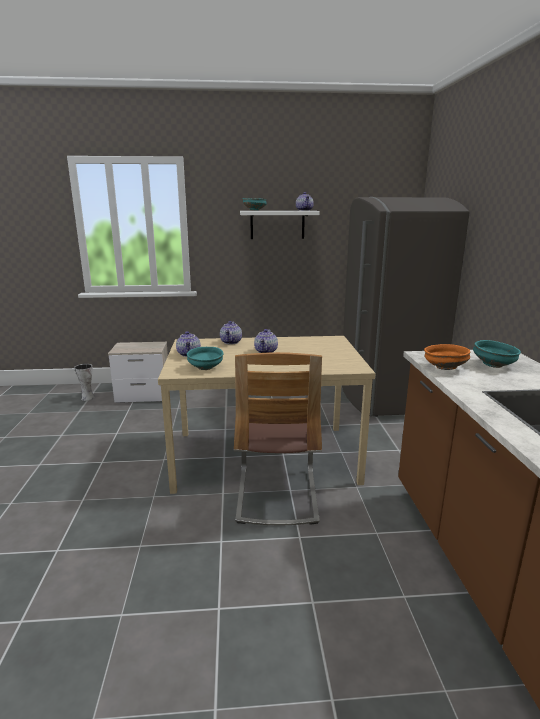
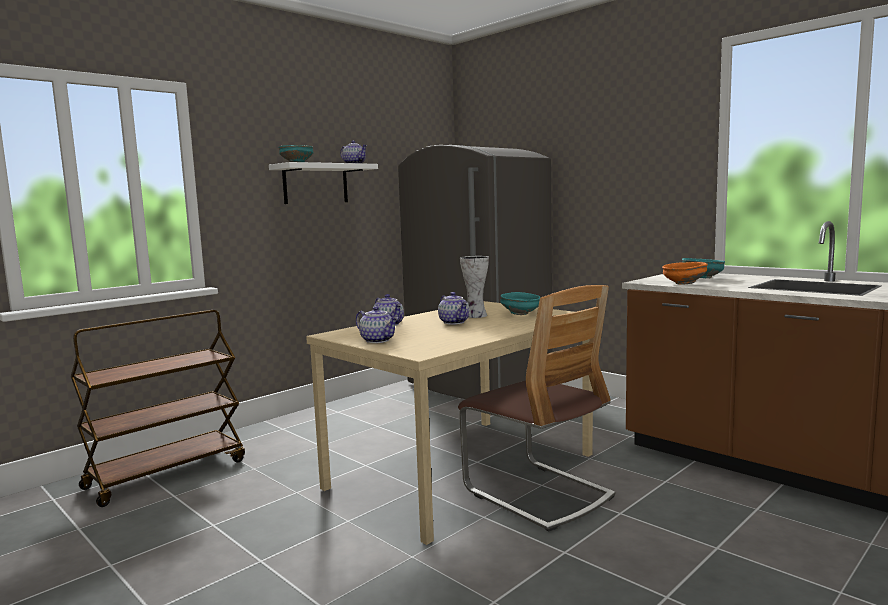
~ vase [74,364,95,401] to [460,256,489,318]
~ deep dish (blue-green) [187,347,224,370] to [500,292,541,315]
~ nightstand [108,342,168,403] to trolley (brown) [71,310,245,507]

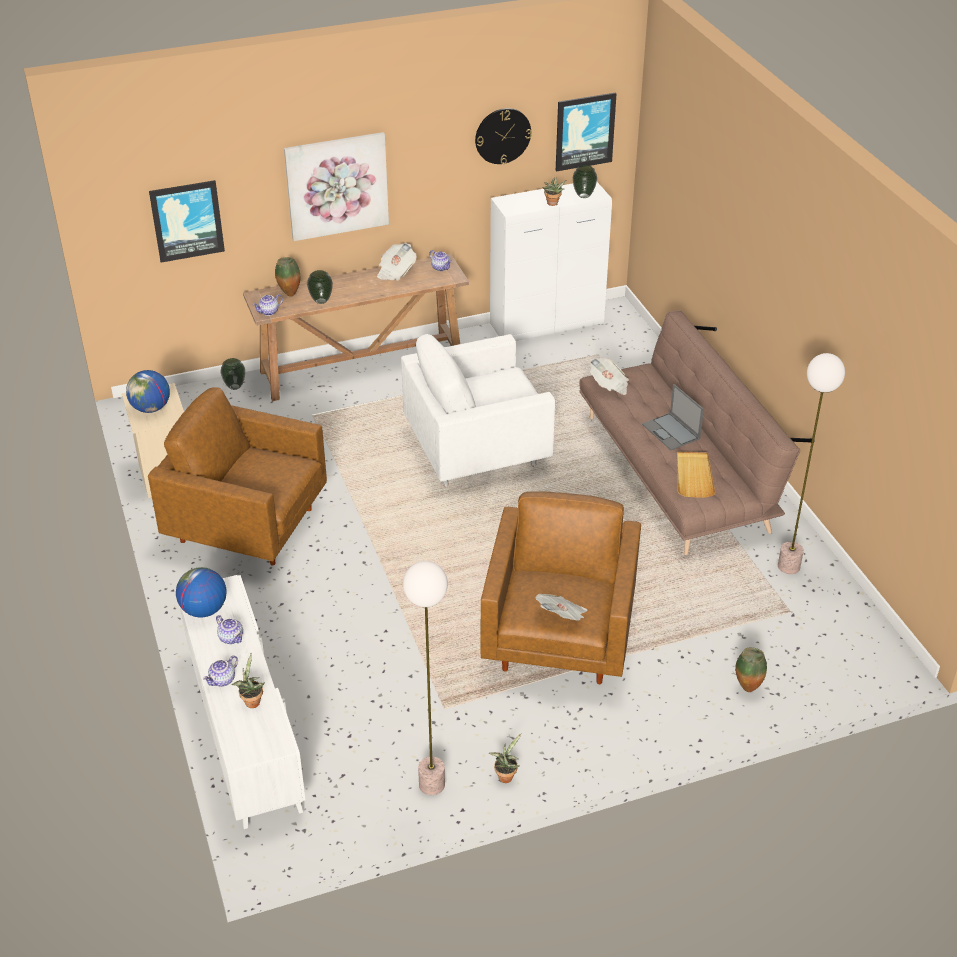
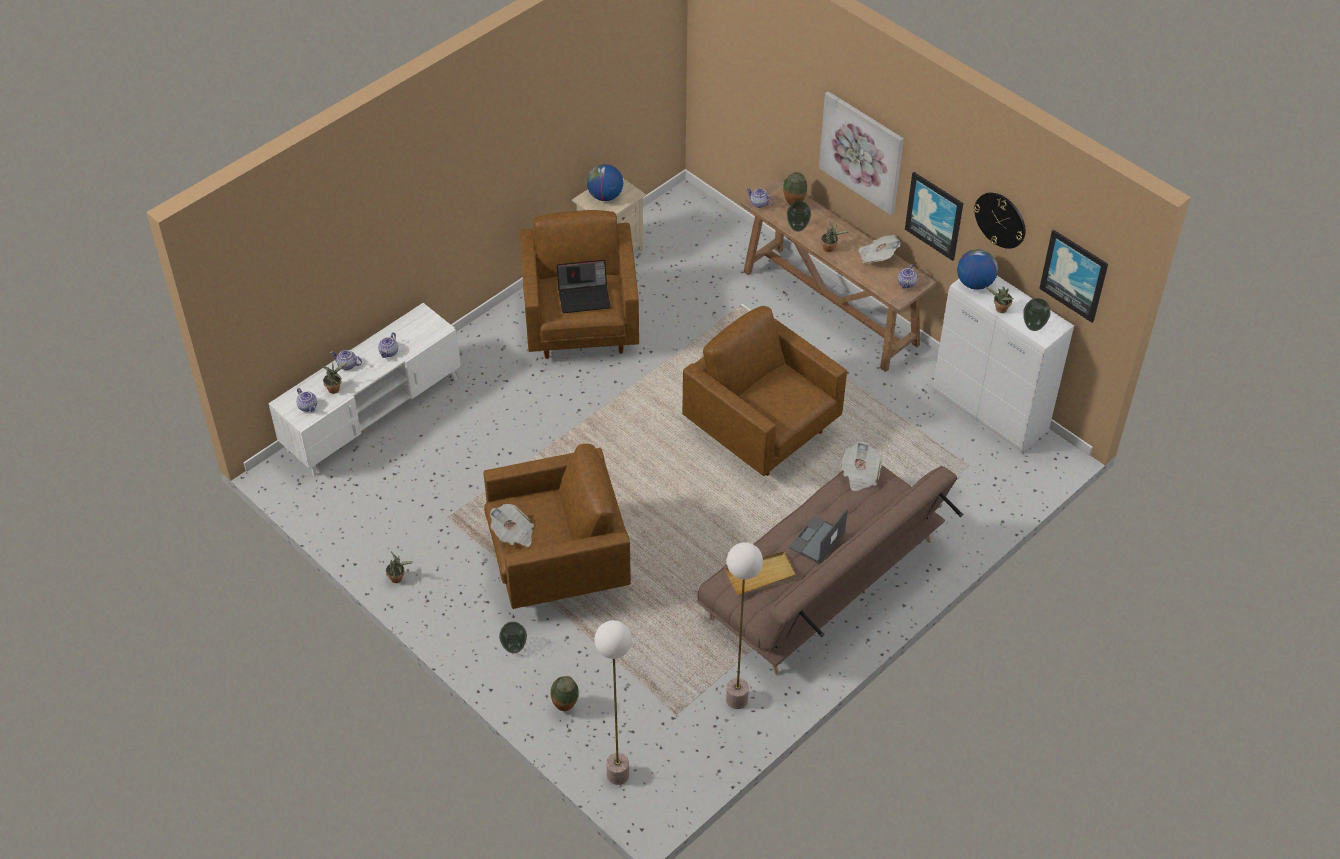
+ pot for tea [296,388,317,412]
+ laptop [556,260,610,313]
+ plant in a pot [821,221,849,252]
~ wall picture [149,180,225,263] to [905,172,963,261]
~ globe [176,567,227,618] to [957,249,998,290]
~ vase [221,358,245,390] to [499,622,527,653]
~ standing lamp [403,561,448,795] to [595,620,632,785]
~ armchair (whitish) [401,334,555,487] to armchair (brown) [682,306,847,476]

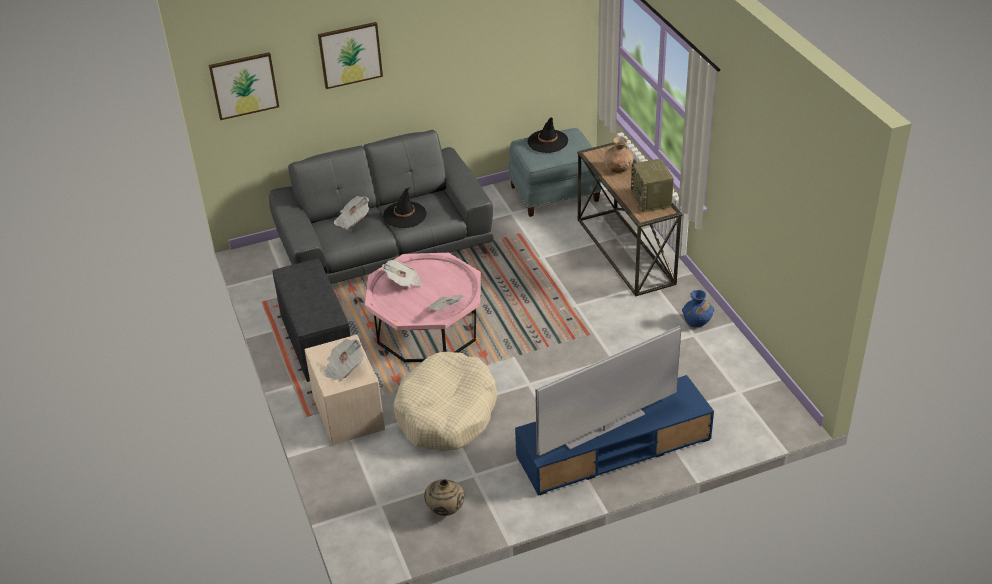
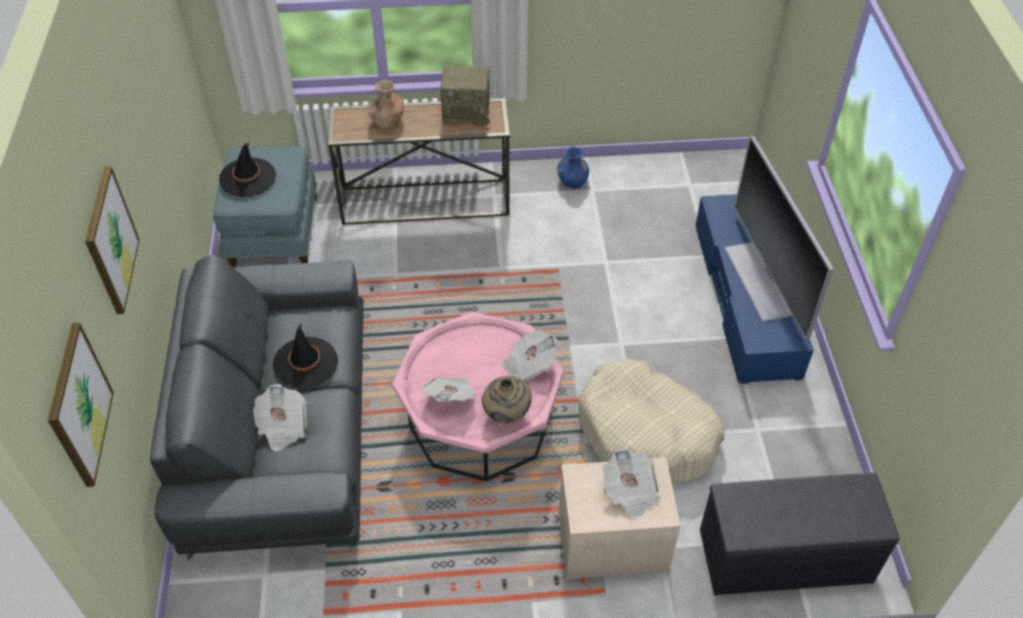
~ indoor bench (greyish) [272,259,350,382] to [700,473,900,595]
~ vase (sand-coloured) [424,479,464,516] to [482,376,532,423]

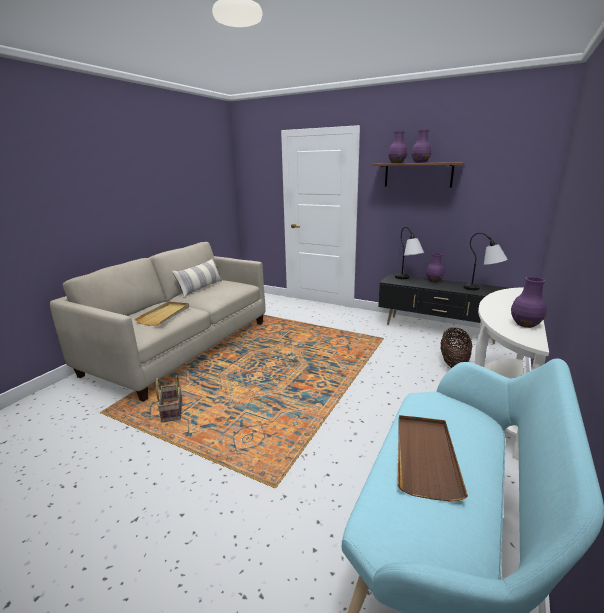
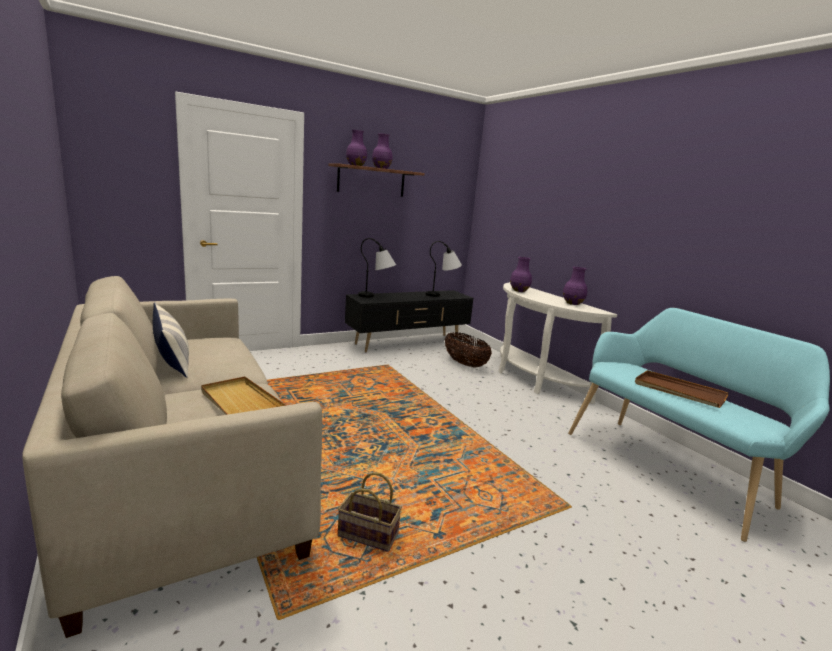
~ vase (purplish) [426,253,444,282] to [510,257,532,292]

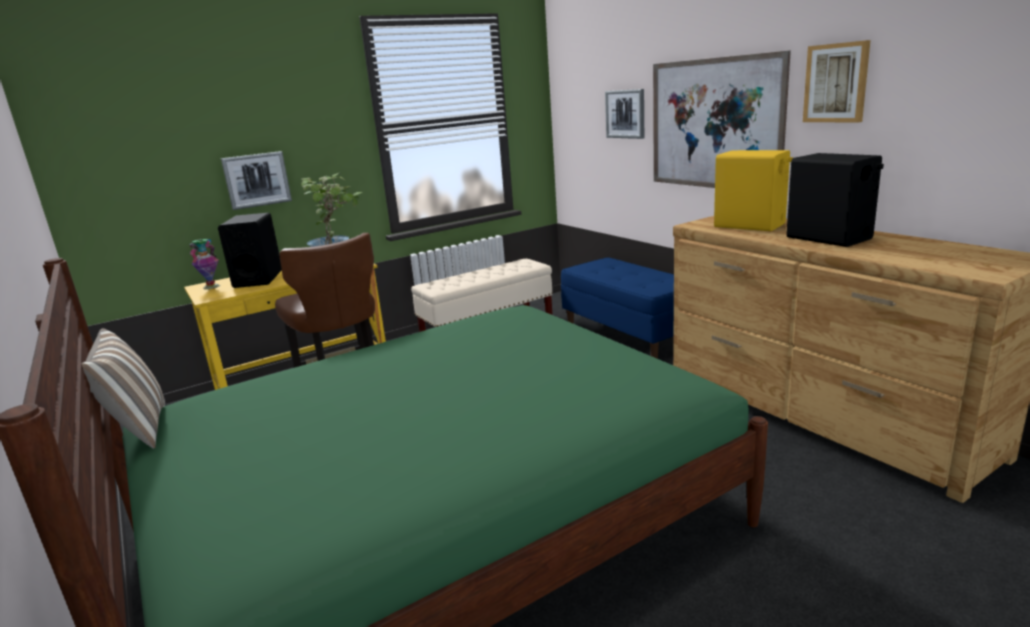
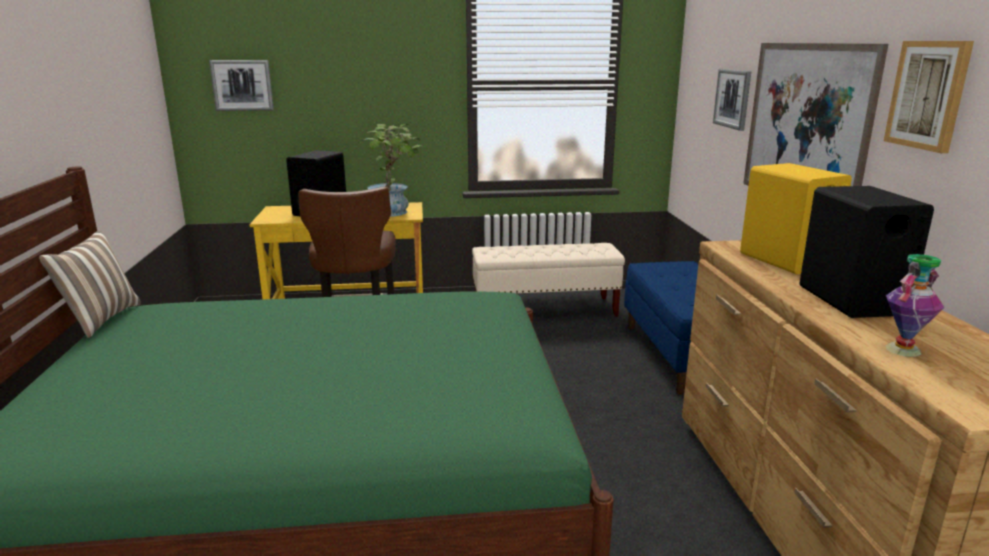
~ vase [190,239,220,289] to [886,254,945,357]
~ wall picture [221,151,292,210] to [209,60,274,111]

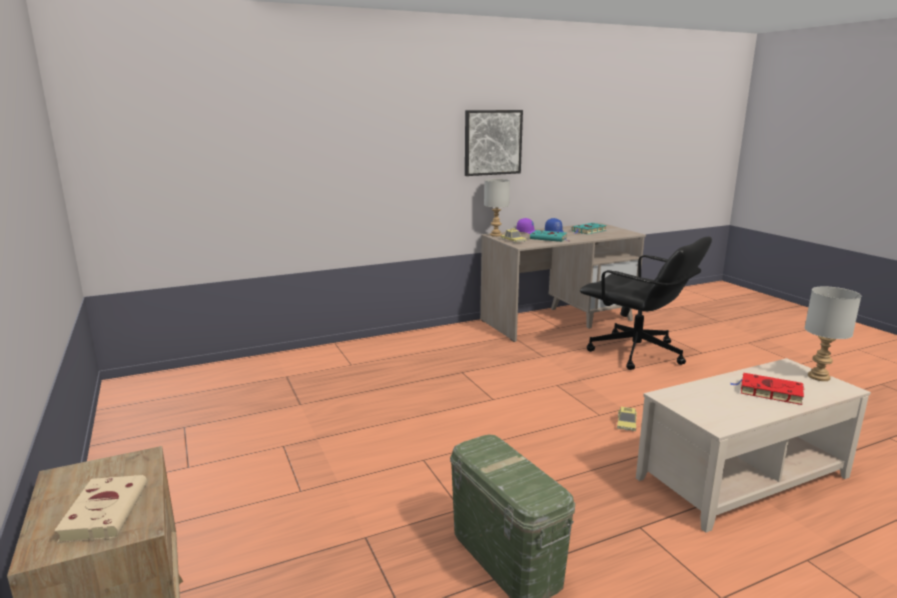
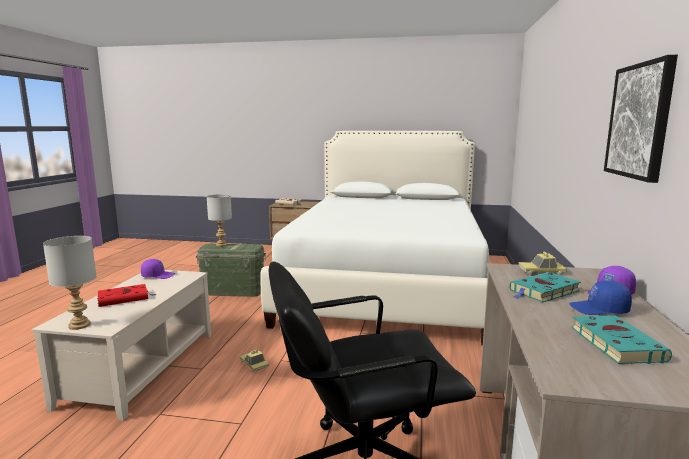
+ baseball cap (purplish) [141,259,175,279]
+ bed (whitish) [260,131,489,346]
~ tabletop lamp (greyish) [484,179,510,237] to [207,194,232,247]

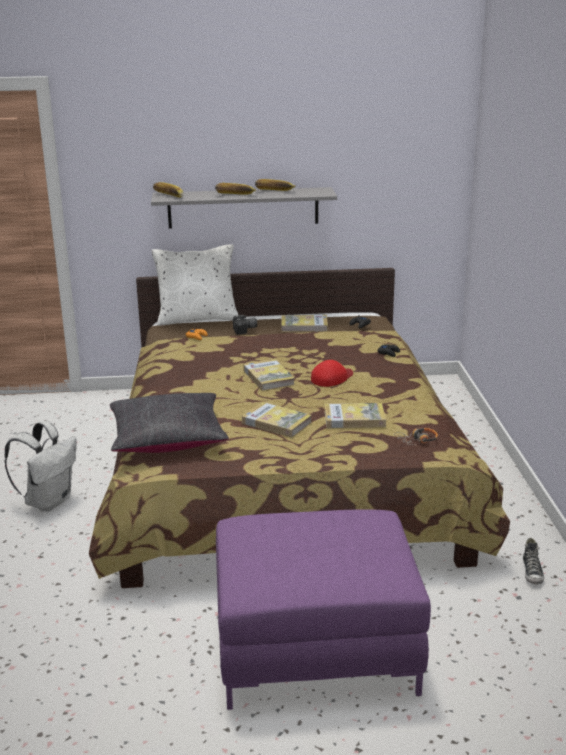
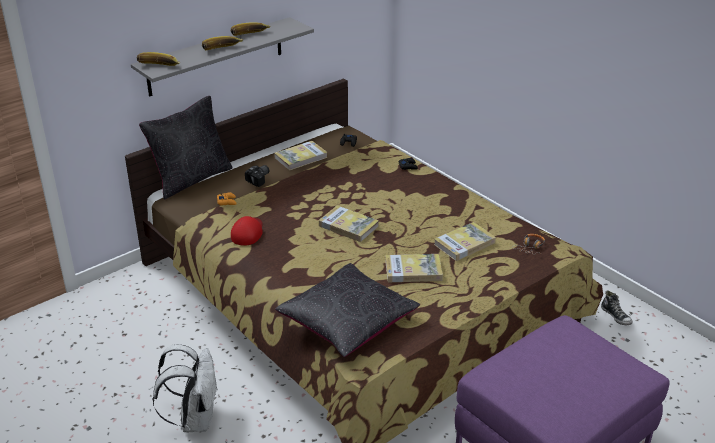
~ baseball cap (red-coloured) [311,360,353,387] to [231,216,263,245]
~ throw pillow (whitish) [151,244,238,326] to throw pillow (black-coloured) [139,96,233,200]

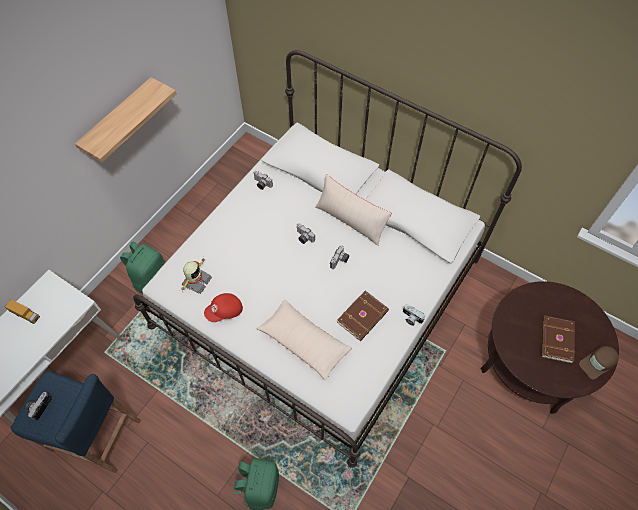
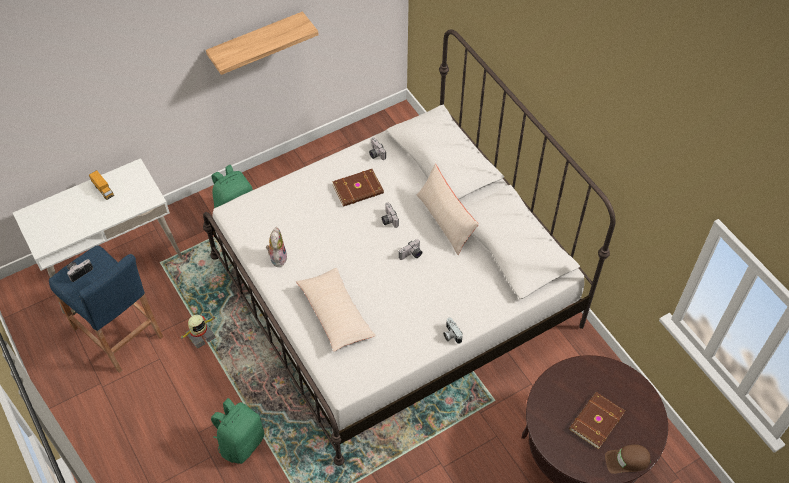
~ robot figure [181,259,212,294] to [178,315,216,349]
~ bound book (brown) [337,290,389,341] to [332,169,384,207]
~ baseball cap (red-coloured) [204,293,243,322] to soft toy [266,227,287,267]

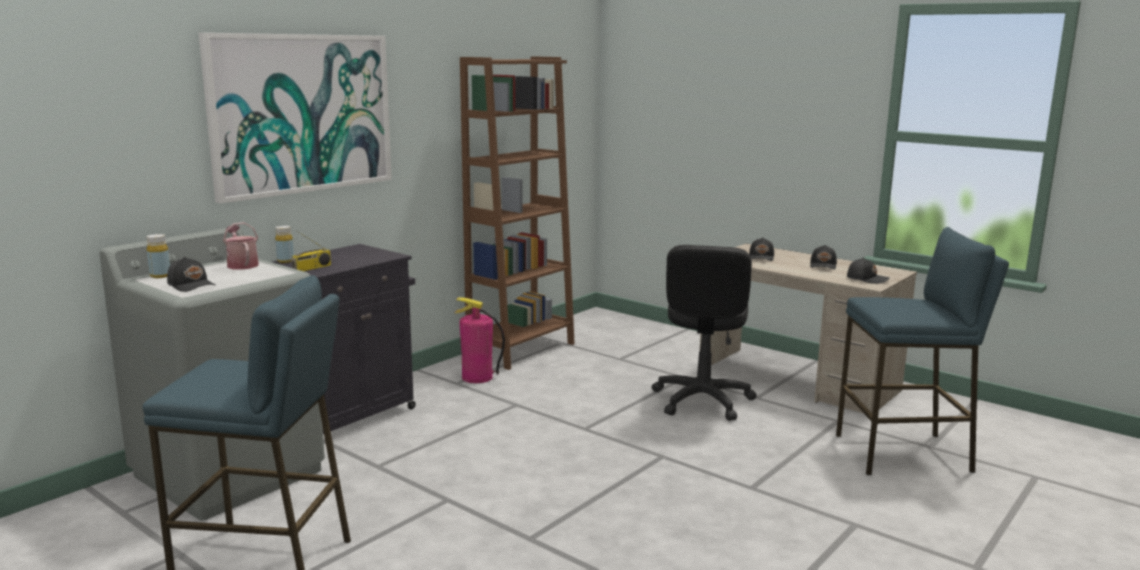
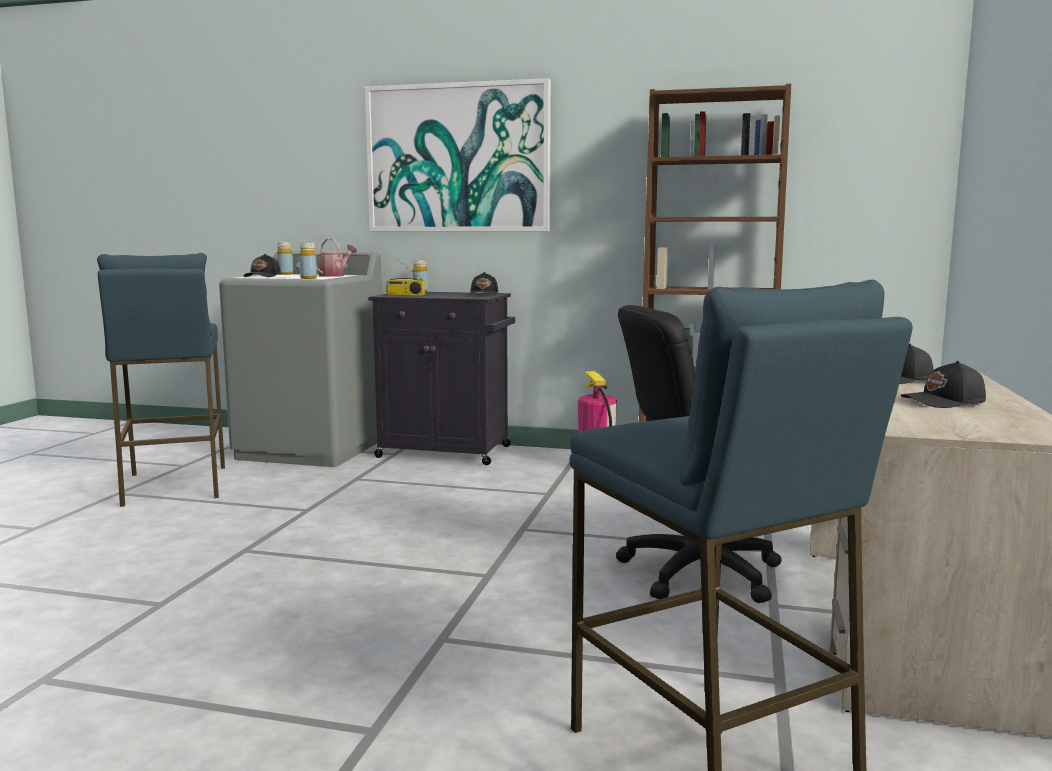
+ beverage bottle (yellowish) [299,243,317,279]
~ baseball cap (black-coloured) [847,258,890,284] to [469,272,498,295]

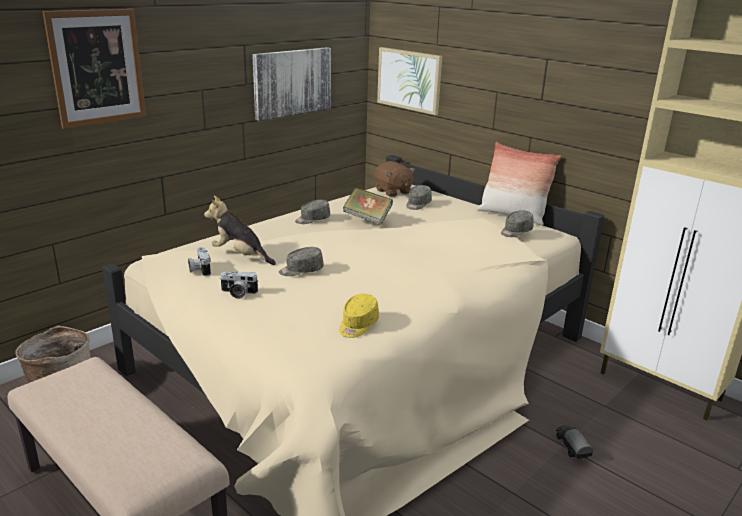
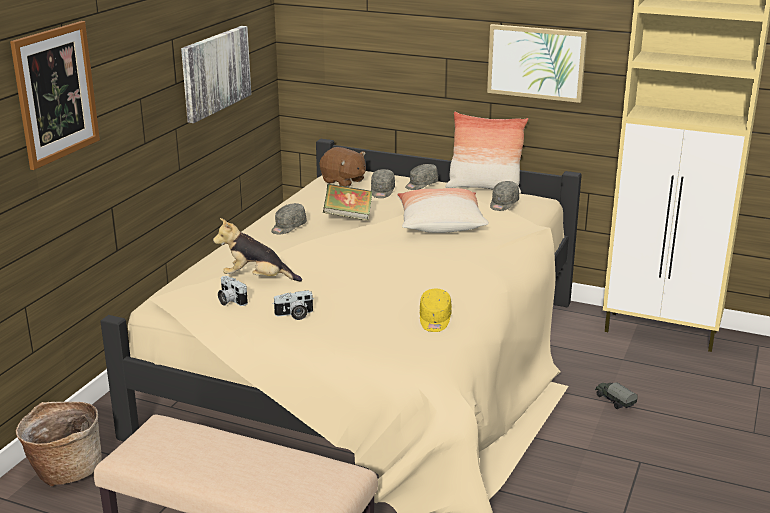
+ throw pillow [397,188,489,233]
~ baseball cap (greyish) [279,247,324,276] to [405,164,438,190]
~ wall picture [377,47,442,115] to [487,24,587,103]

